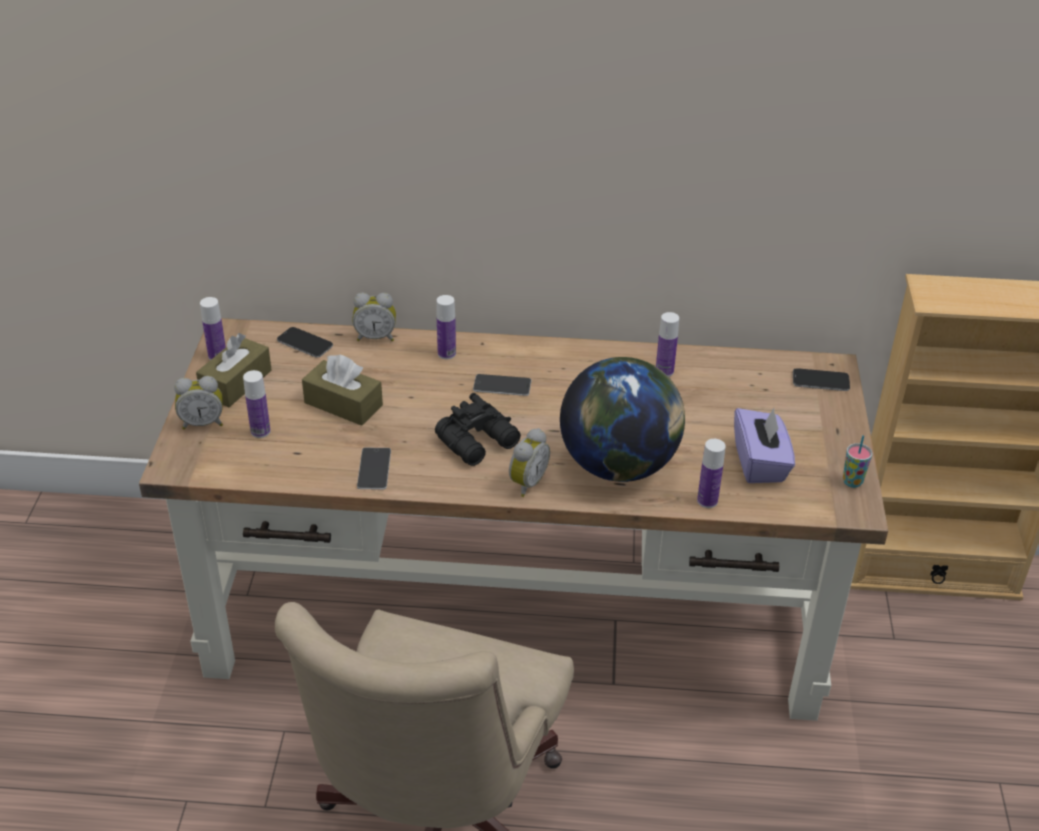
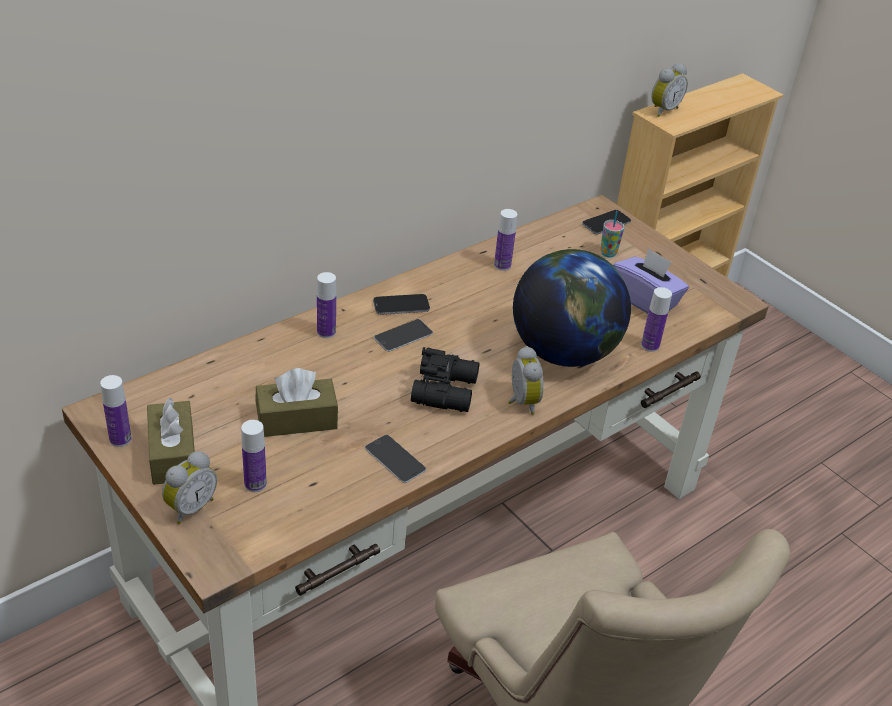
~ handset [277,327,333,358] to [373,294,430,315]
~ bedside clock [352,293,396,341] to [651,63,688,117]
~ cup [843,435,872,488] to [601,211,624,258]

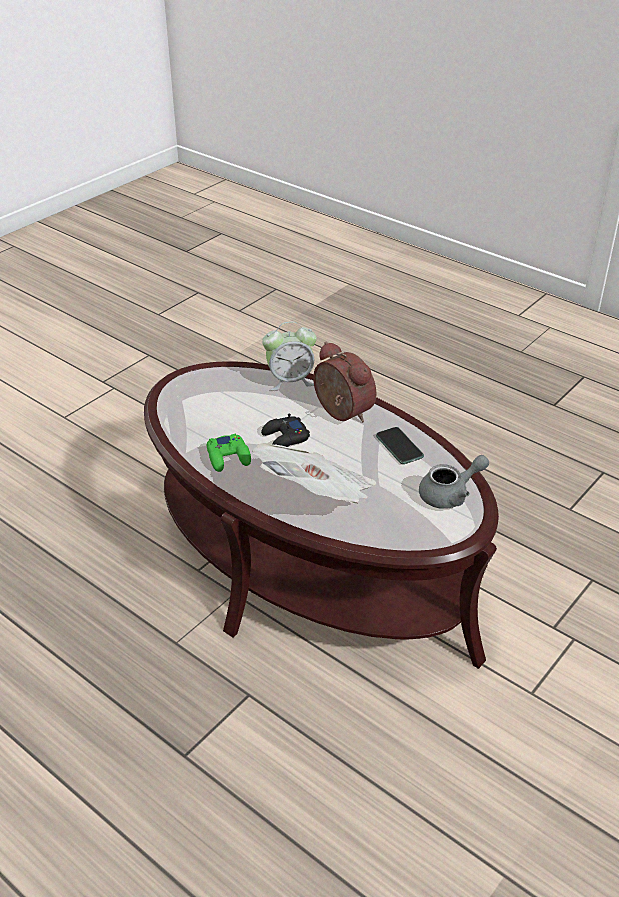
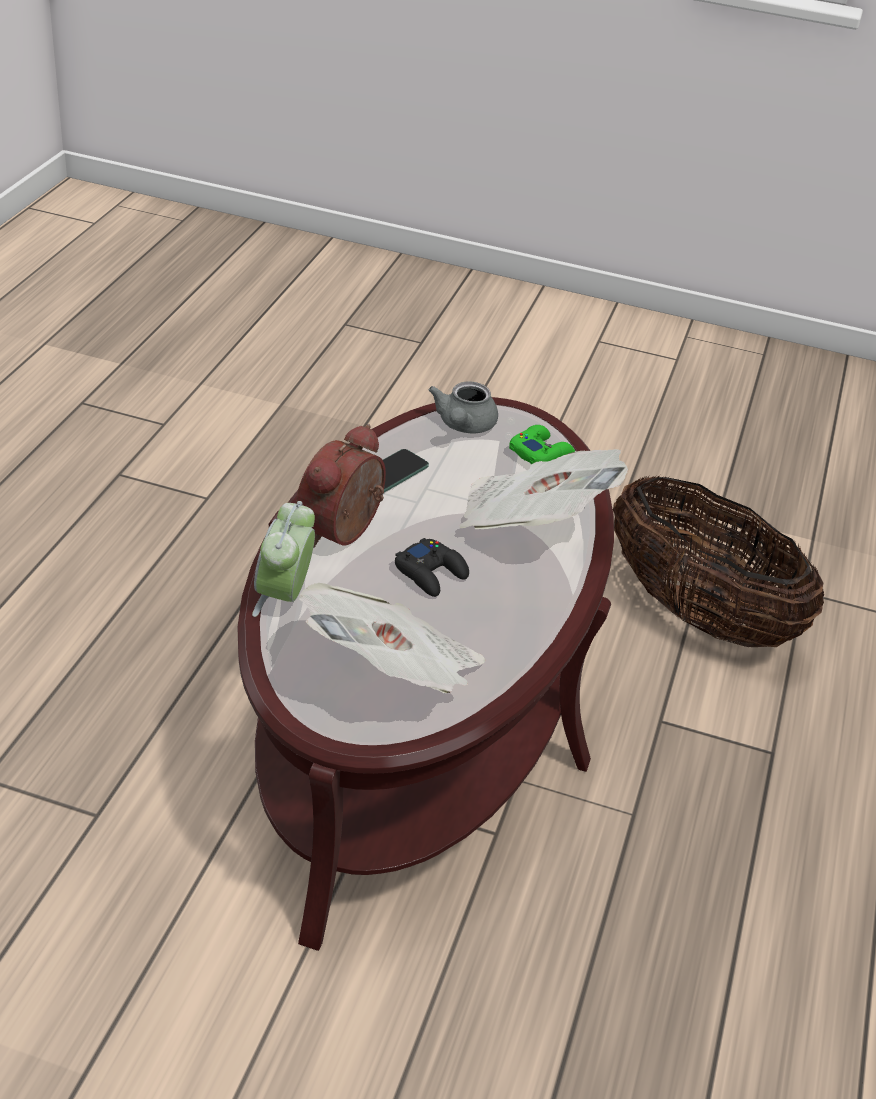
+ daily paper [299,583,486,693]
+ storage basket [613,475,824,647]
~ gamepad (green) [207,434,251,472] to [509,425,575,464]
~ bedside clock [262,322,317,391] = [252,501,315,617] 135 degrees counterclockwise
~ pot for tea (greyish) [419,455,489,509] = [428,381,498,433] 120 degrees counterclockwise

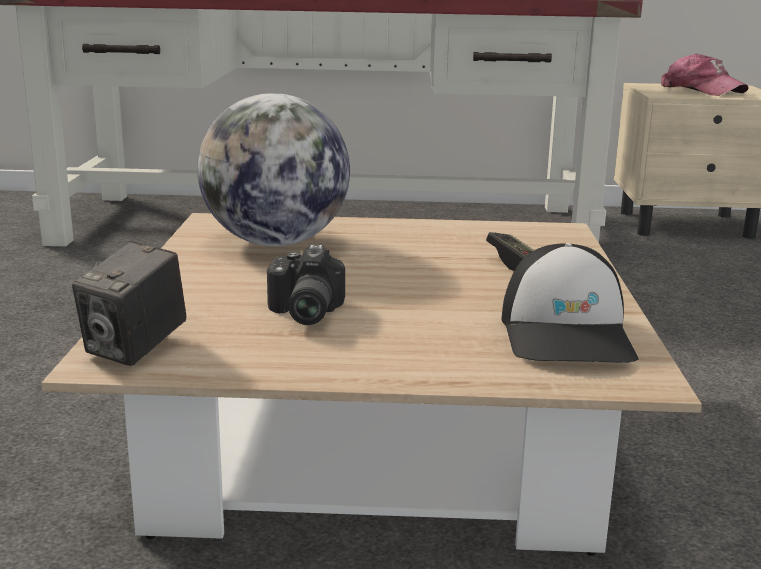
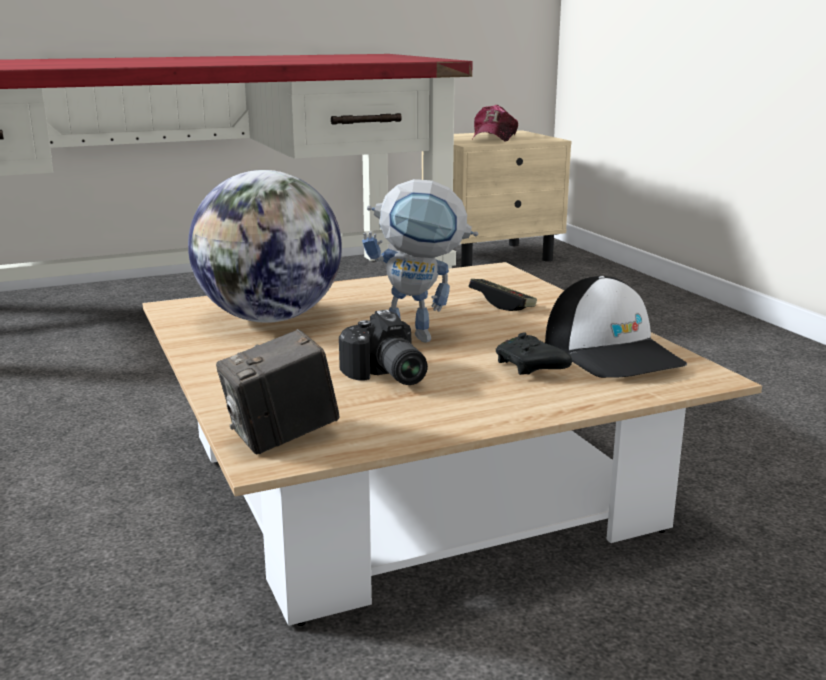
+ robot figure [362,179,478,342]
+ gamepad (black-coloured) [496,332,572,375]
~ still camera [72,241,187,366] = [216,329,339,455] 60 degrees clockwise
~ baseball cap [661,53,748,96] = [472,105,518,142] 75 degrees clockwise

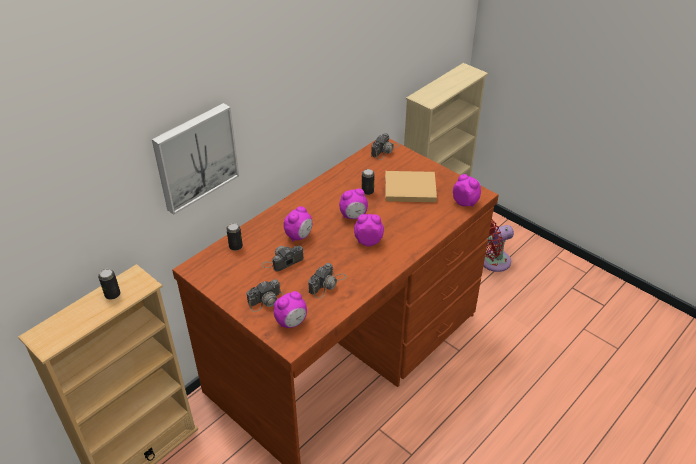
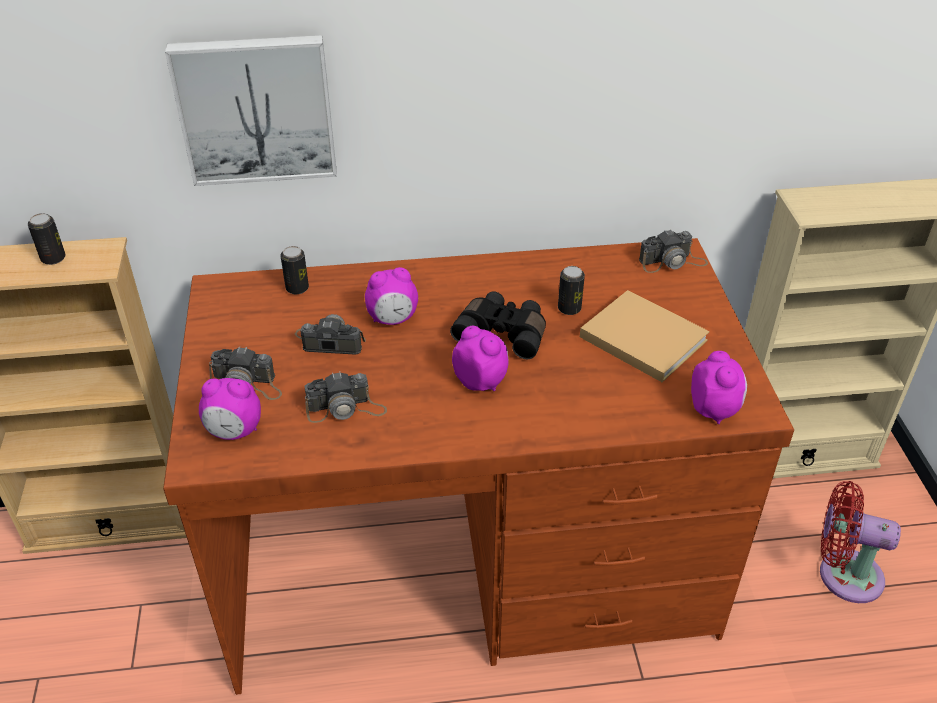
~ bedside clock [339,188,368,219] to pair of binoculars (black-coloured) [450,291,546,359]

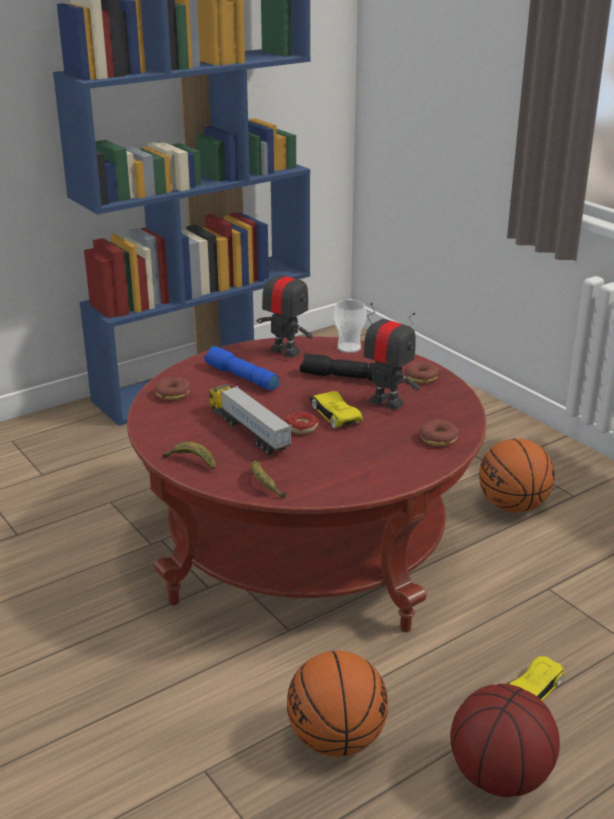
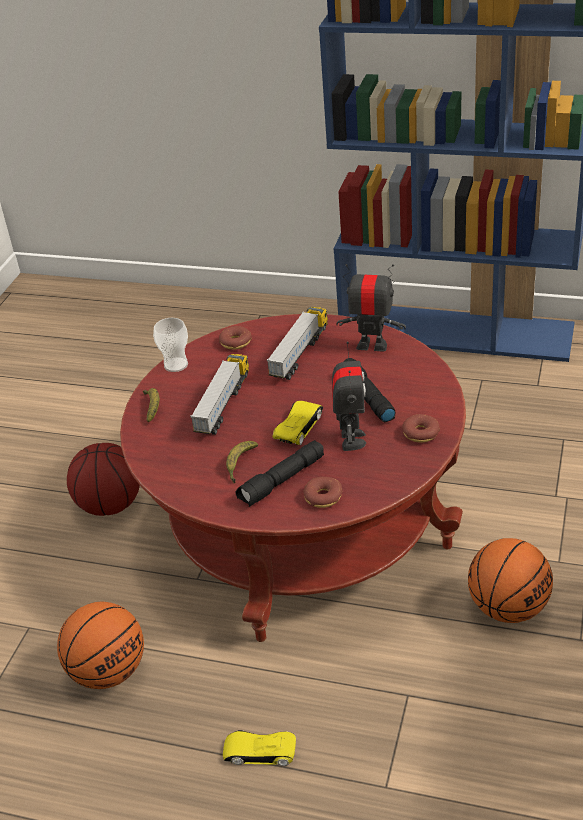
- ring doughnut [285,412,318,434]
+ hand torch (black-coloured) [235,440,324,507]
~ whole banana [251,461,286,498] to [226,441,258,484]
~ cup [333,300,367,353] to [153,318,188,372]
~ basketball ball [450,684,560,797] to [67,443,140,516]
~ hand torch (blue) [204,346,279,390] to toy truck [267,307,328,380]
~ robot figure [257,260,313,358] = [336,264,406,351] 75 degrees counterclockwise

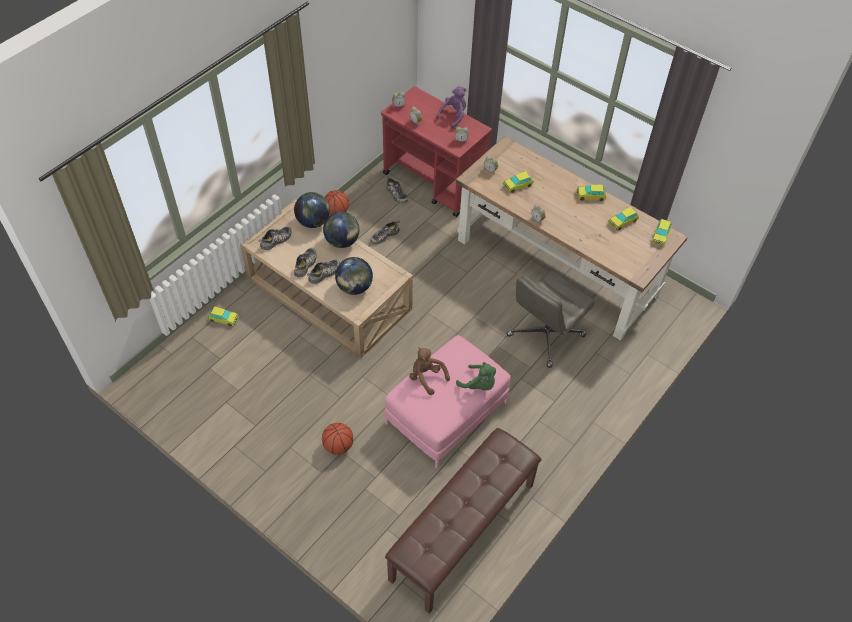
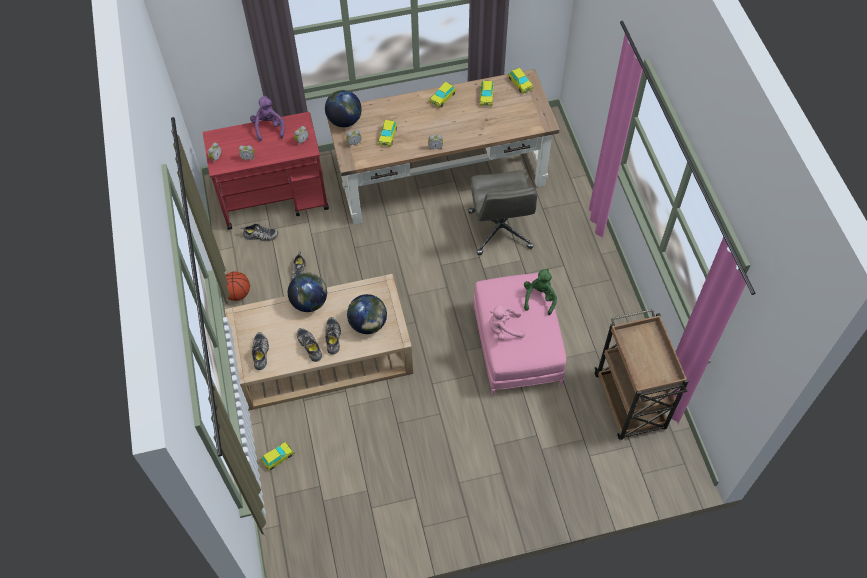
- basketball ball [322,423,353,455]
~ globe [294,192,330,228] to [325,90,362,127]
~ indoor bench (brown) [385,428,541,614] to trolley (brown) [595,309,689,440]
~ soft toy (brown) [409,347,450,395] to soft toy (pinkish) [489,305,525,340]
~ soft toy (green) [456,362,496,390] = [524,268,557,315] 60 degrees counterclockwise

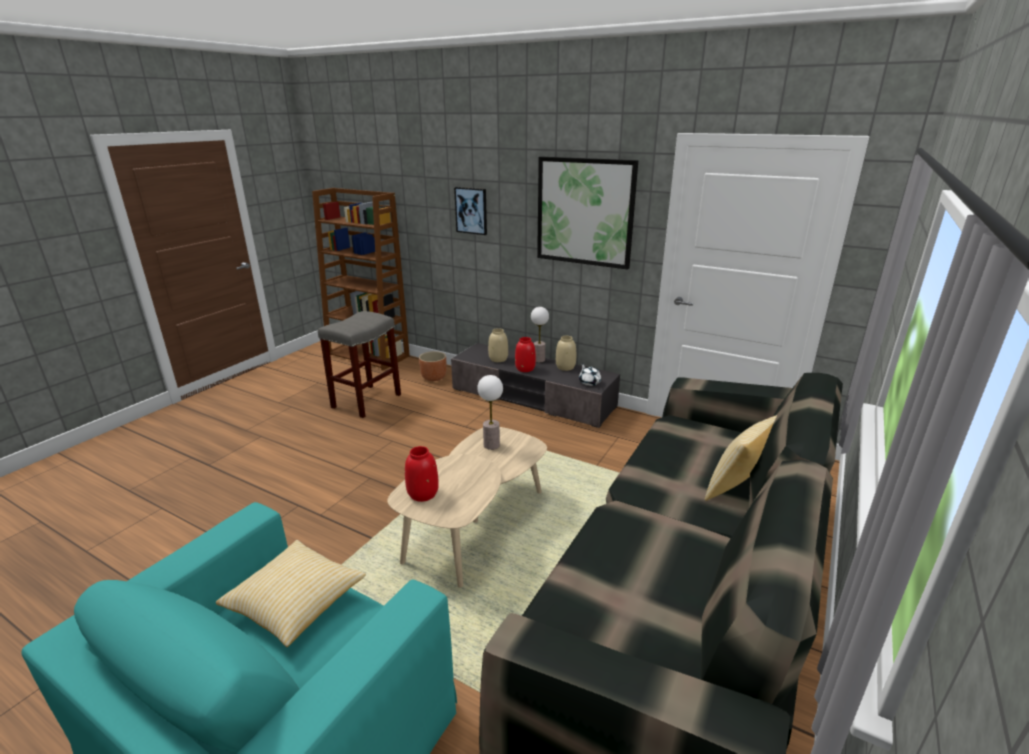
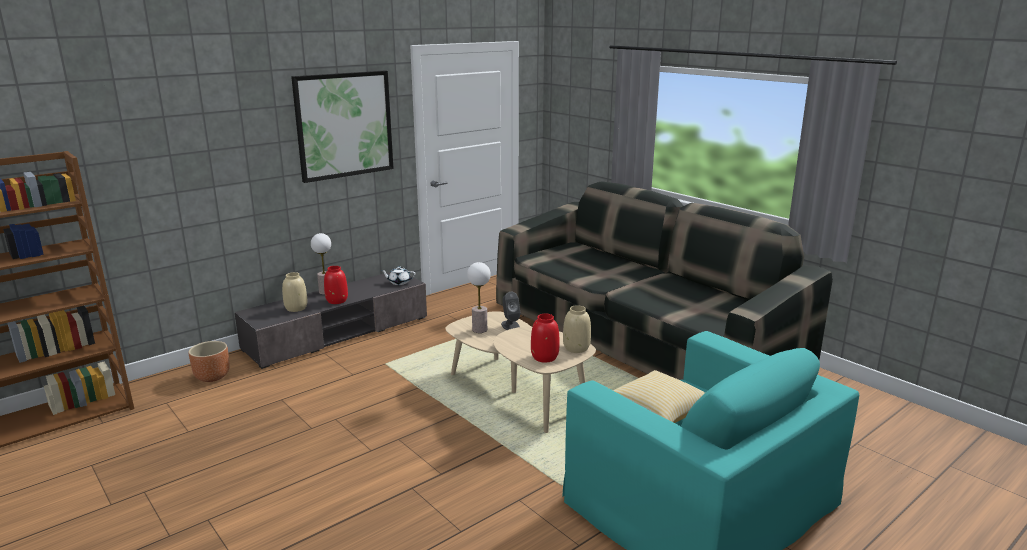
- sitting stool (greyish) [318,311,401,418]
- wall picture [454,187,487,235]
- throw pillow [705,415,777,501]
+ loudspeaker (greyish) [501,292,520,330]
~ vase (sand-coloured) [556,336,576,371] to [563,305,591,353]

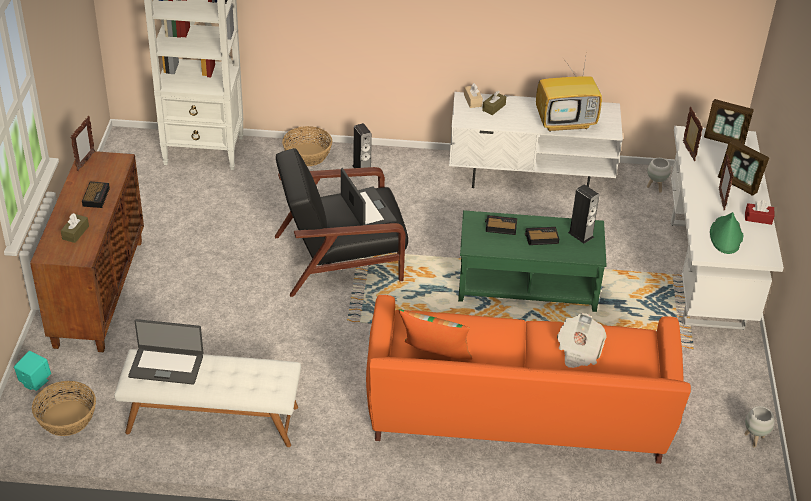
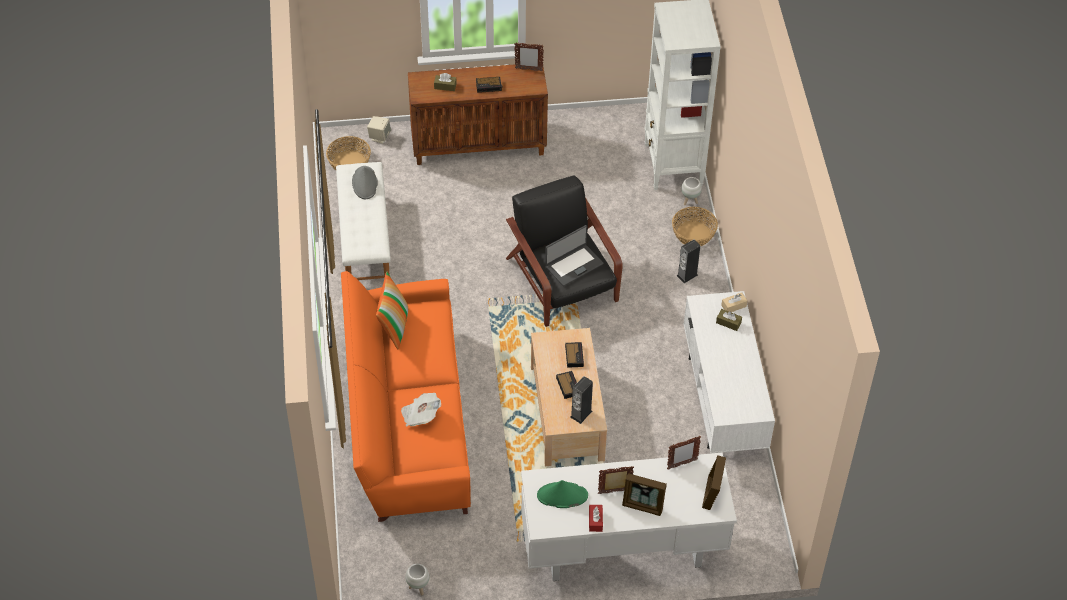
- TV set [536,51,602,132]
~ flower pot (whitish) [647,158,671,193] to [681,177,702,205]
~ laptop [128,319,203,385] to clothing hat (greyish) [352,166,378,199]
~ loudspeaker (blue-green) [14,351,51,391] to loudspeaker (sand-coloured) [367,116,391,144]
~ coffee table (green) [458,210,606,312] to coffee table (sand-coloured) [531,328,607,466]
~ photo frame [718,140,769,196] = [622,473,667,516] 105 degrees counterclockwise

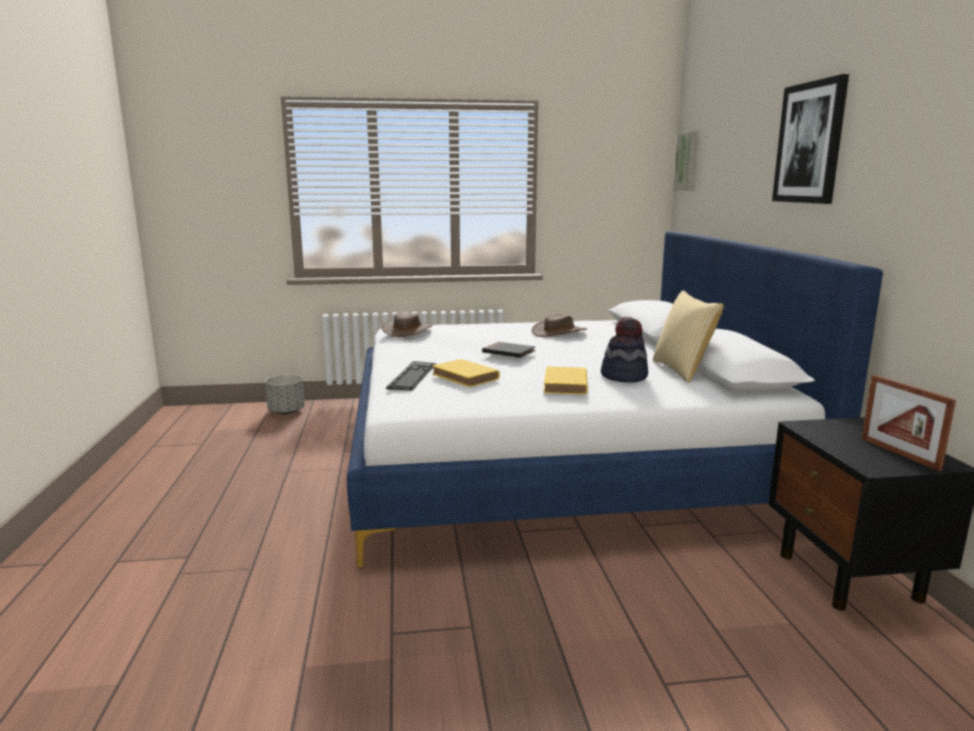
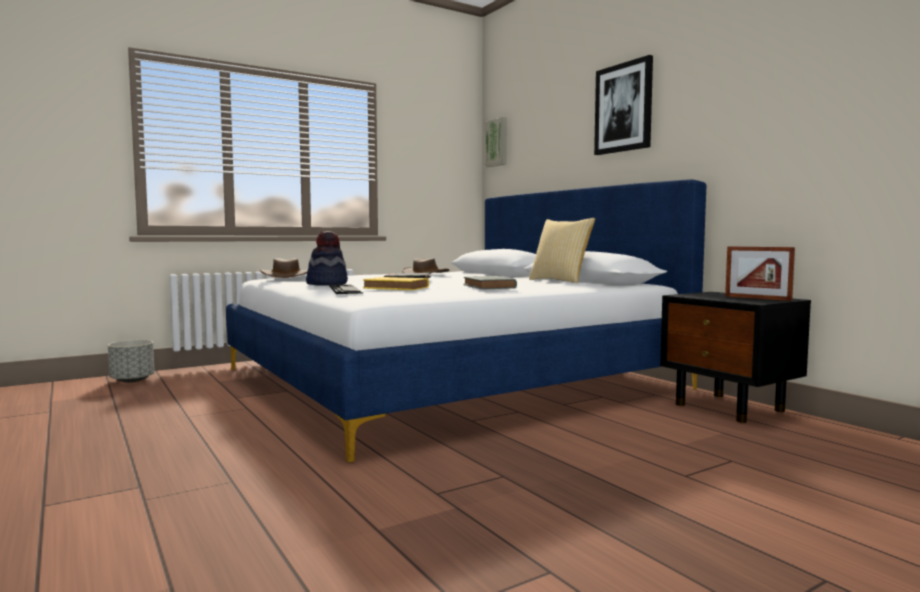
~ clothing hat [601,317,648,383] to [306,231,348,286]
~ bound book (yellowish) [543,367,588,395] to bound book (greyish) [464,276,517,289]

